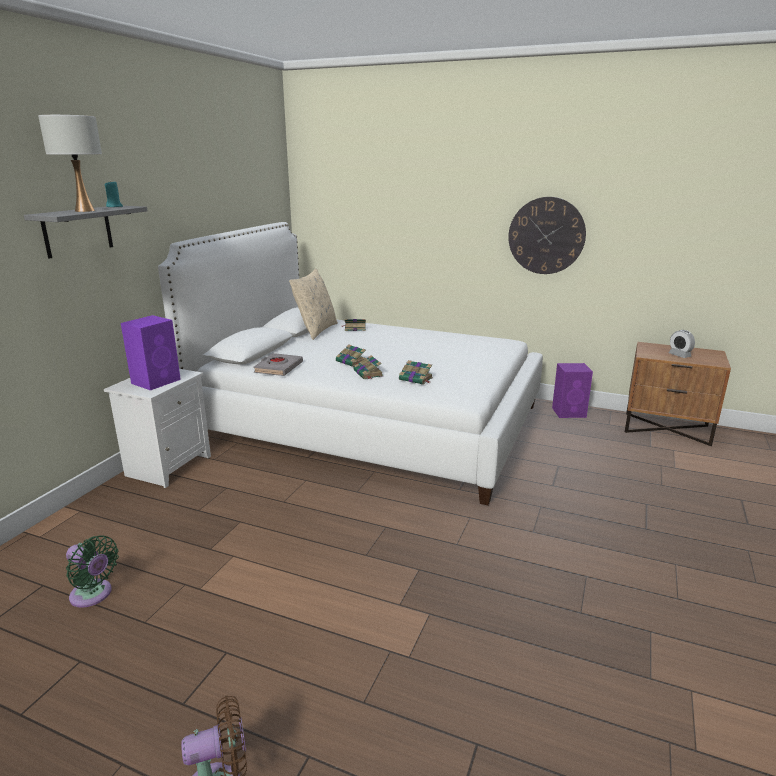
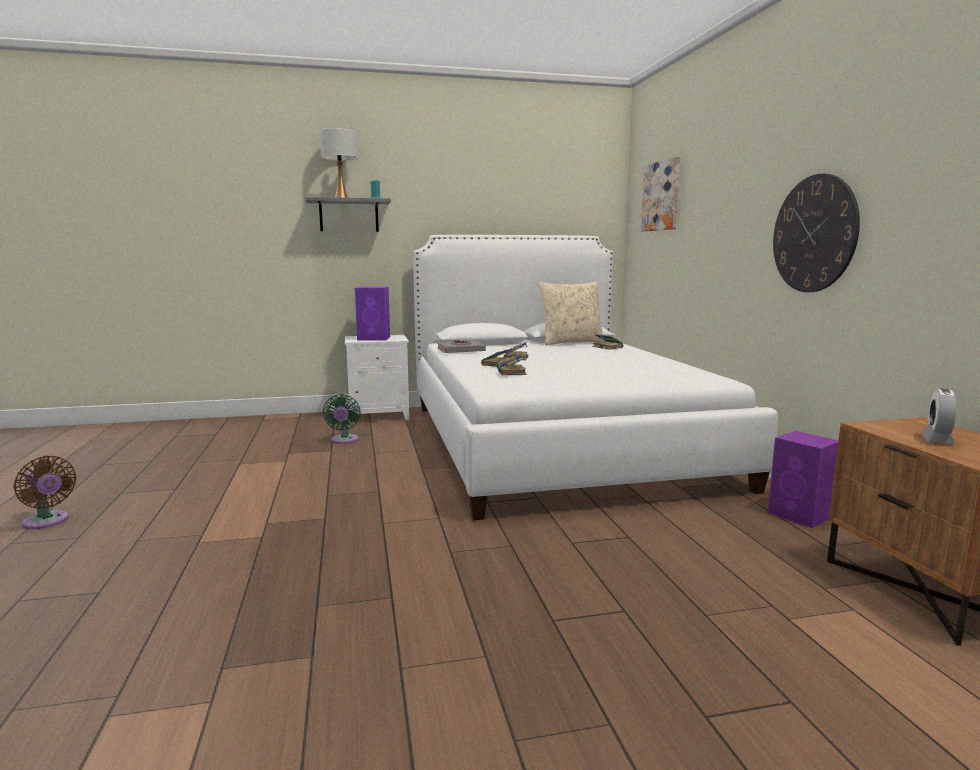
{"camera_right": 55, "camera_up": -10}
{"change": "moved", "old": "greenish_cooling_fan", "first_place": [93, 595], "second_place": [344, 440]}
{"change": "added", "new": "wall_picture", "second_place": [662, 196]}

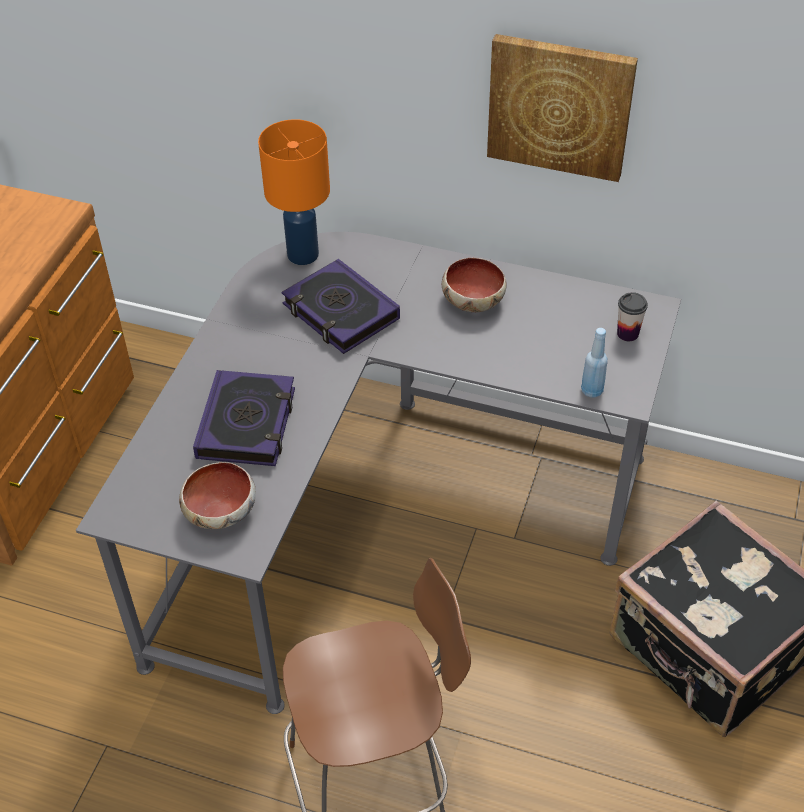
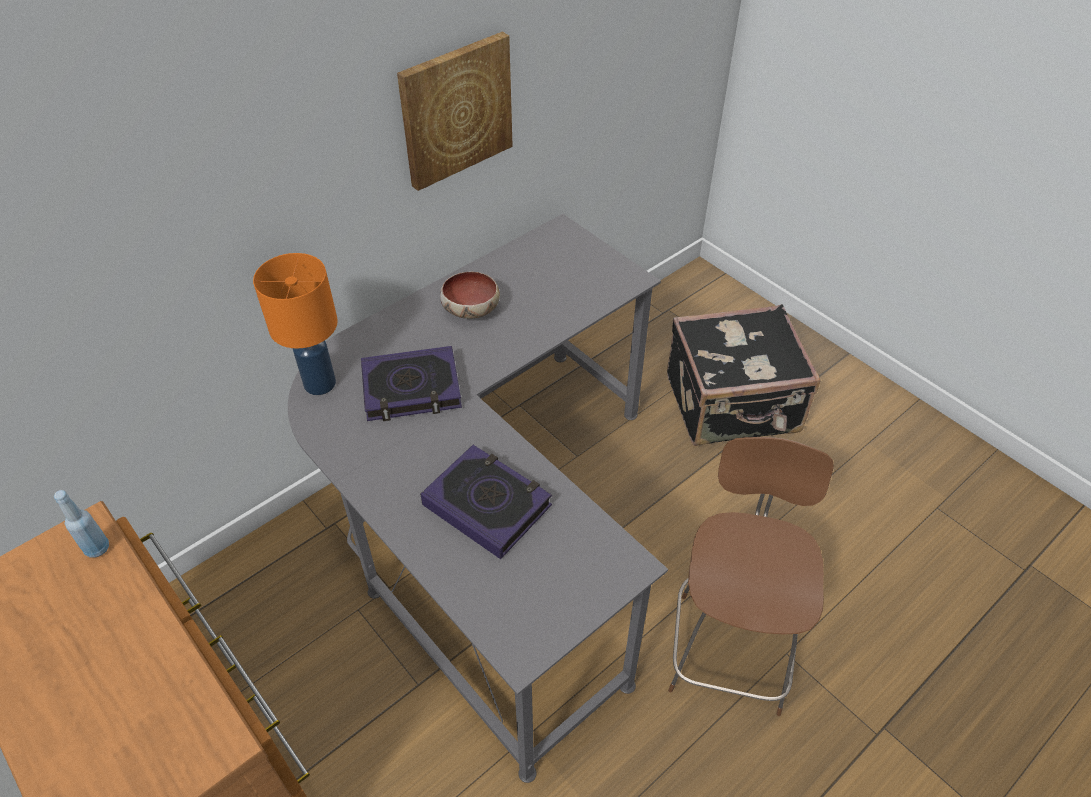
{"camera_right": -60, "camera_up": 0}
{"change": "removed", "old": "bowl", "first_place": [220, 510]}
{"change": "moved", "old": "blue_bottle", "first_place": [591, 390], "second_place": [97, 548]}
{"change": "removed", "old": "drinking_cup", "first_place": [627, 333]}

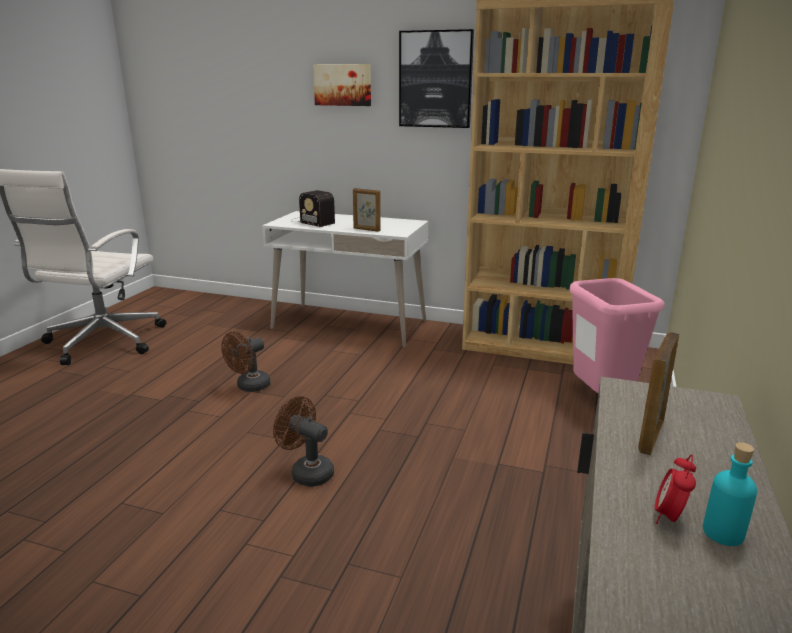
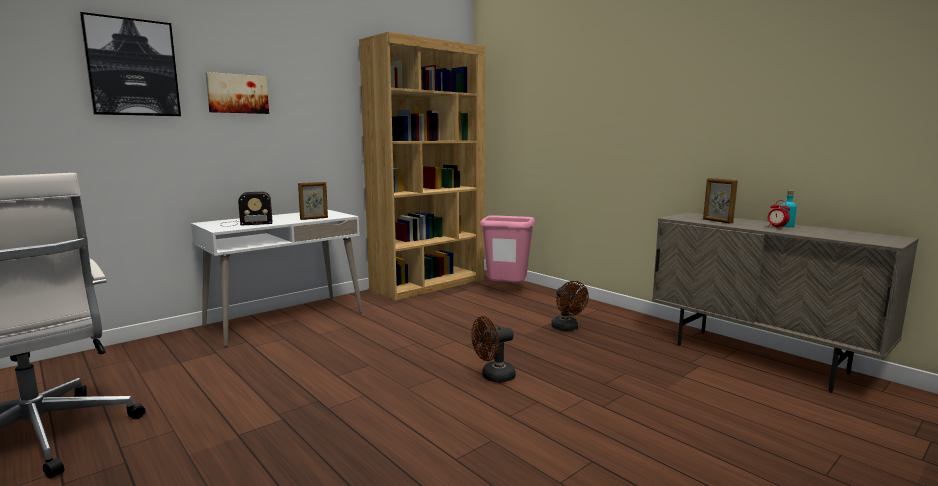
{"camera_right": -60, "camera_up": -10}
{"change": "moved", "old": "brown-coloured_cooling_fan", "first_place": [249, 387], "second_place": [567, 328]}
{"change": "moved", "old": "wall_picture", "first_place": [435, 79], "second_place": [132, 68]}

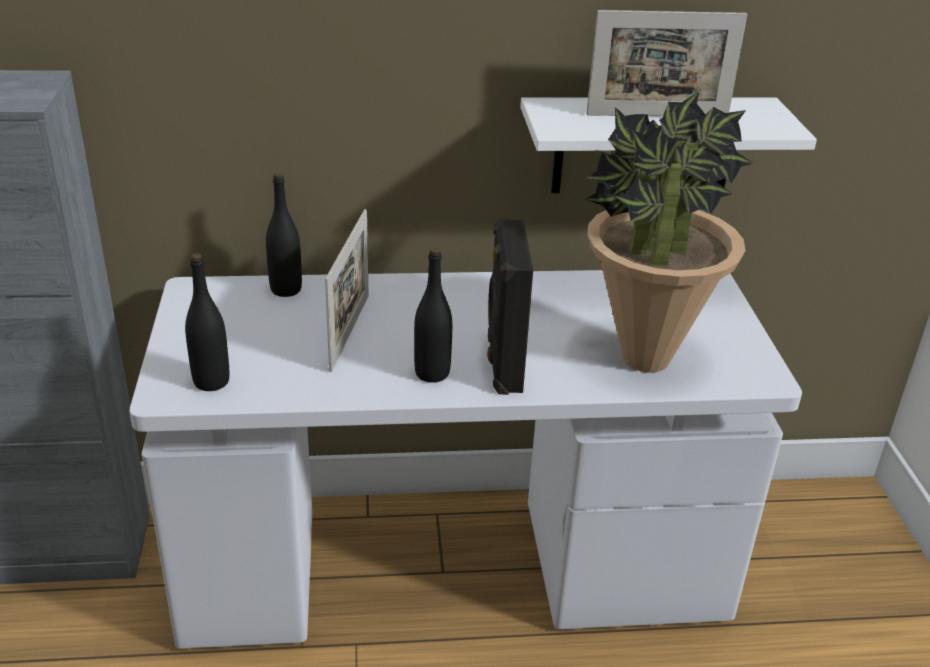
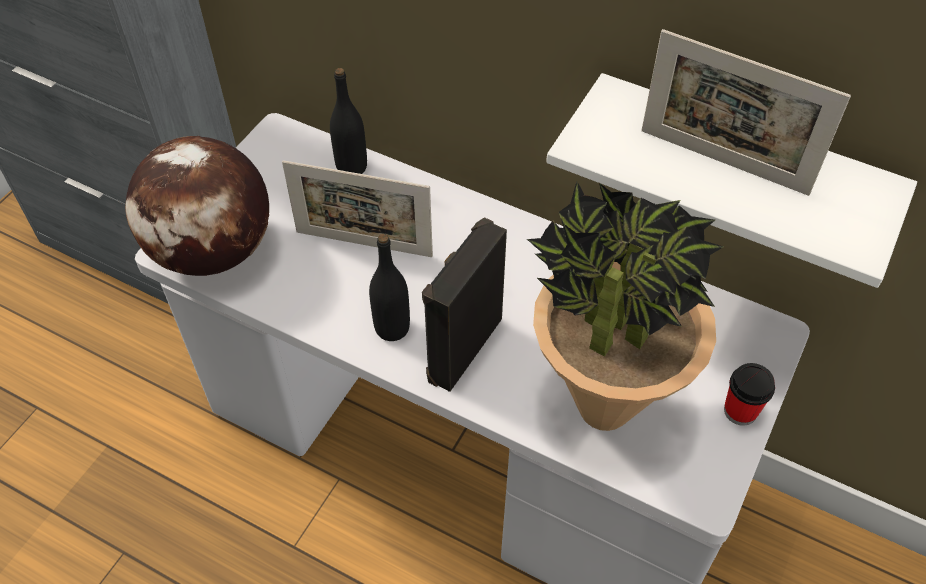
{"camera_right": 35, "camera_up": 20}
{"change": "replaced", "old": "black_bottle", "new": "desk_globe", "first_place": [211, 382], "second_place": [213, 251]}
{"change": "turned", "old": "photo_frame", "first_place": [349, 332], "second_place": [364, 244], "degrees": 60}
{"change": "added", "new": "drinking_cup", "second_place": [740, 411]}

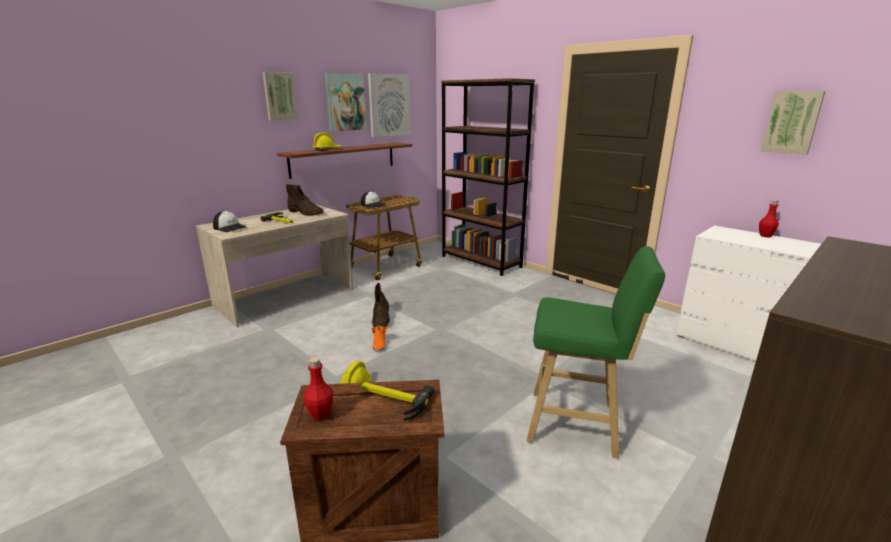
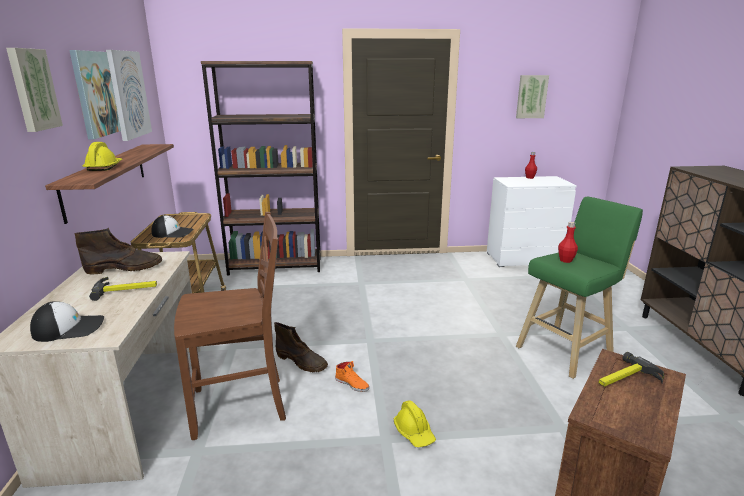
{"camera_right": -50, "camera_up": 0}
{"change": "moved", "old": "red-coloured_bottle", "first_place": [320, 414], "second_place": [565, 260]}
{"change": "added", "new": "brown-coloured_plain_chair", "second_place": [241, 406]}

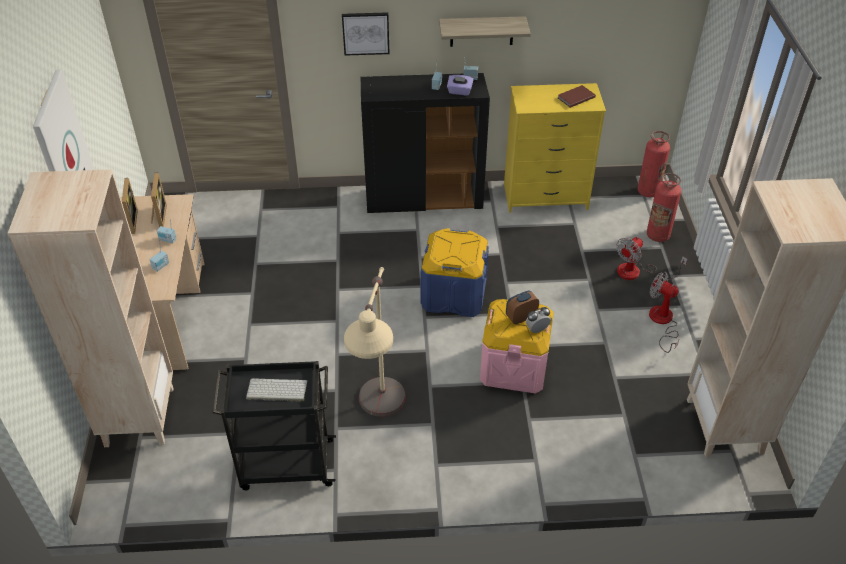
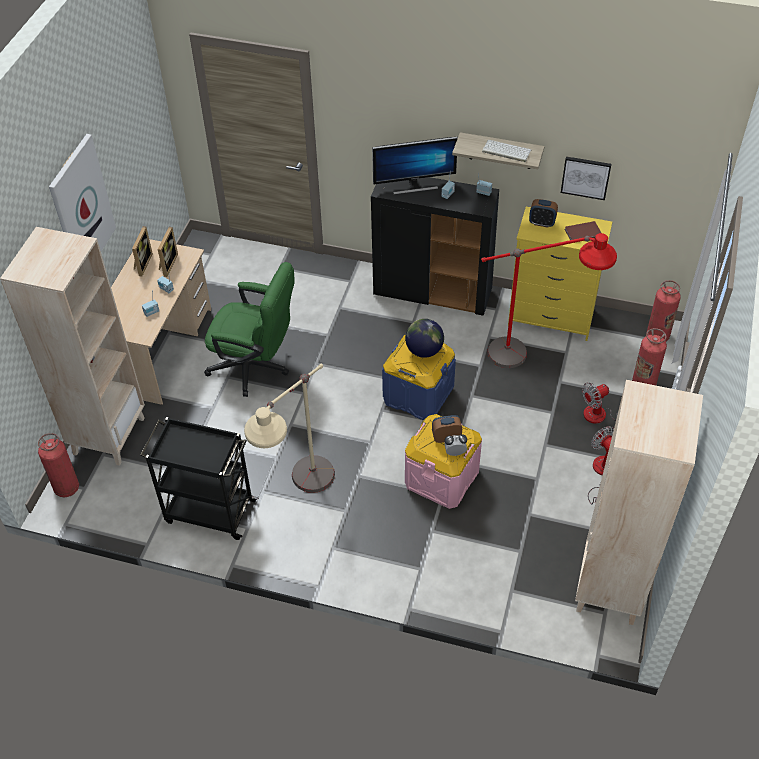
{"camera_right": 20, "camera_up": 5}
{"change": "moved", "old": "keyboard", "first_place": [276, 390], "second_place": [505, 151]}
{"change": "moved", "old": "wall_picture", "first_place": [366, 33], "second_place": [585, 177]}
{"change": "removed", "old": "purple-coloured_box_of_tissues", "first_place": [459, 91]}
{"change": "added", "new": "extinguisher", "second_place": [67, 488]}
{"change": "added", "new": "greenish_computer_chair", "second_place": [256, 367]}
{"change": "added", "new": "monitor", "second_place": [414, 186]}
{"change": "added", "new": "desk_globe", "second_place": [424, 350]}
{"change": "added", "new": "red-coloured_floor_lamp", "second_place": [534, 359]}
{"change": "added", "new": "alarm_clock", "second_place": [542, 223]}

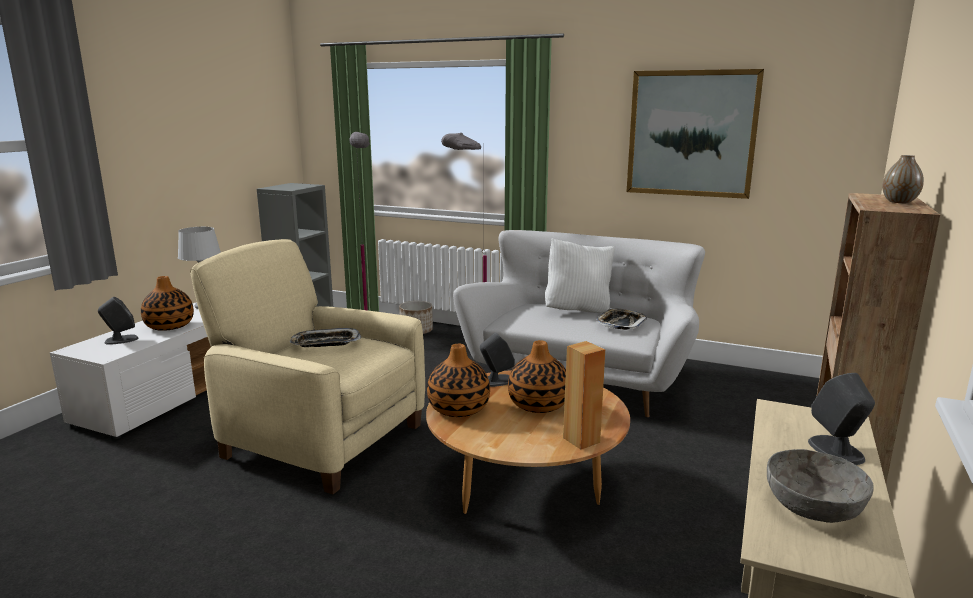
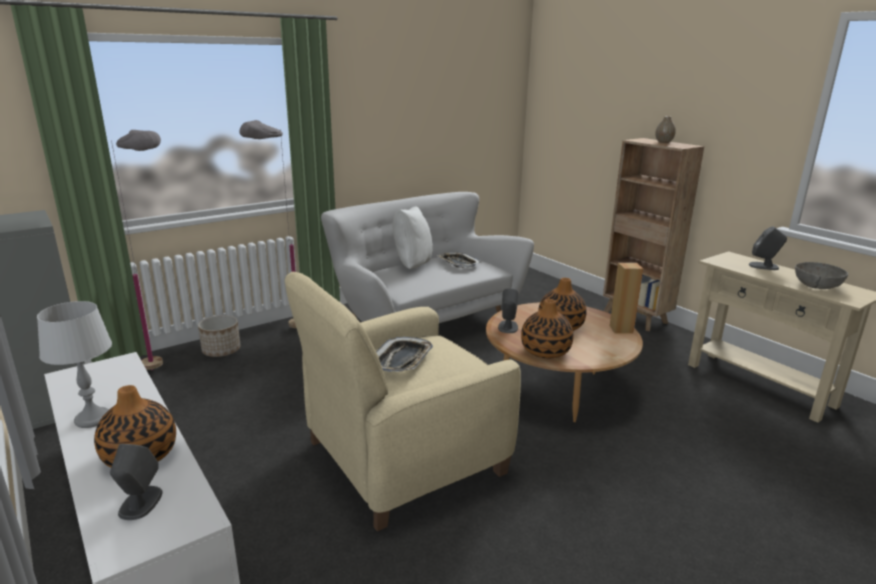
{"camera_right": -60, "camera_up": 5}
{"change": "removed", "old": "wall_picture", "first_place": [691, 134]}

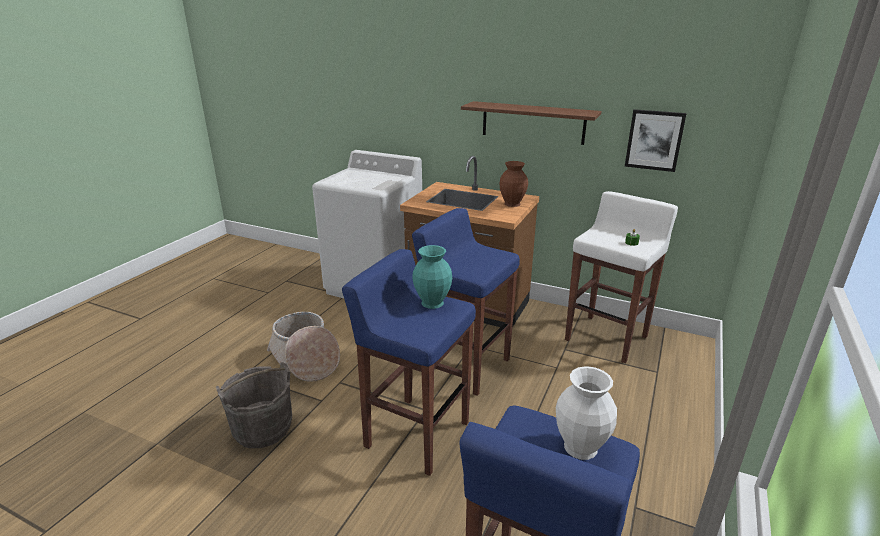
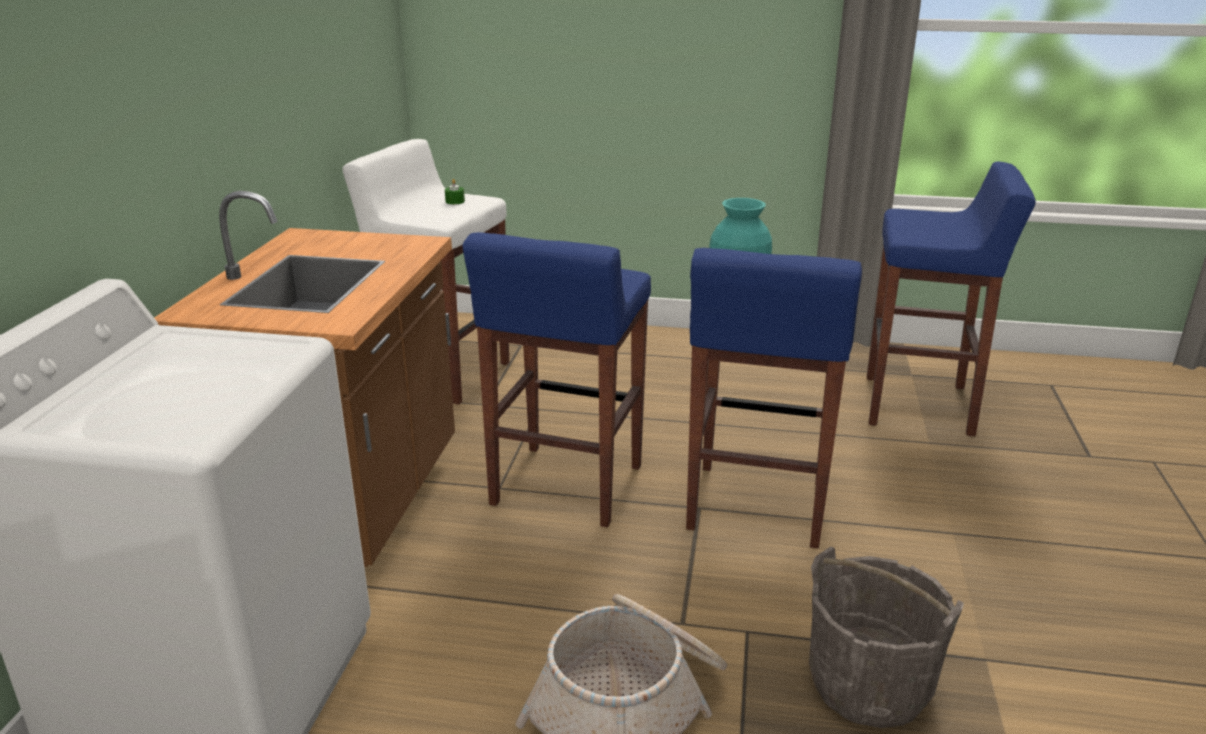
{"camera_right": -105, "camera_up": 0}
{"change": "removed", "old": "brown-coloured_wall_shelf", "first_place": [533, 122]}
{"change": "removed", "old": "brown-coloured_decorative_vase", "first_place": [512, 204]}
{"change": "removed", "old": "white_decorative_vase", "first_place": [579, 447]}
{"change": "removed", "old": "wall_picture", "first_place": [654, 140]}

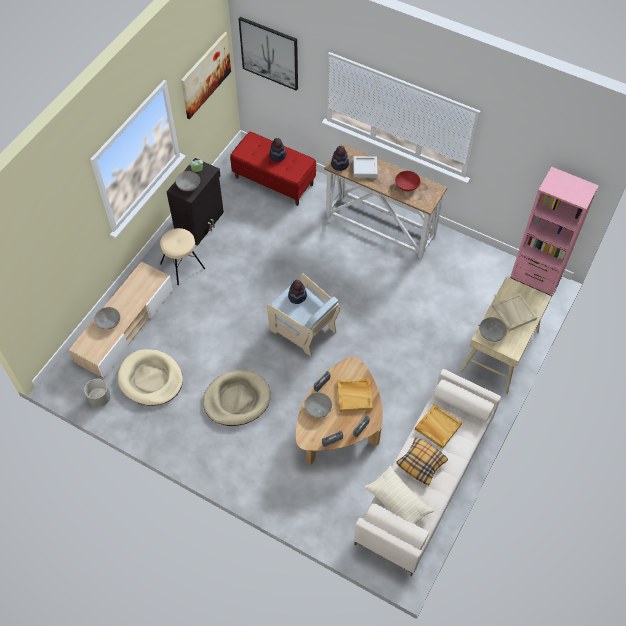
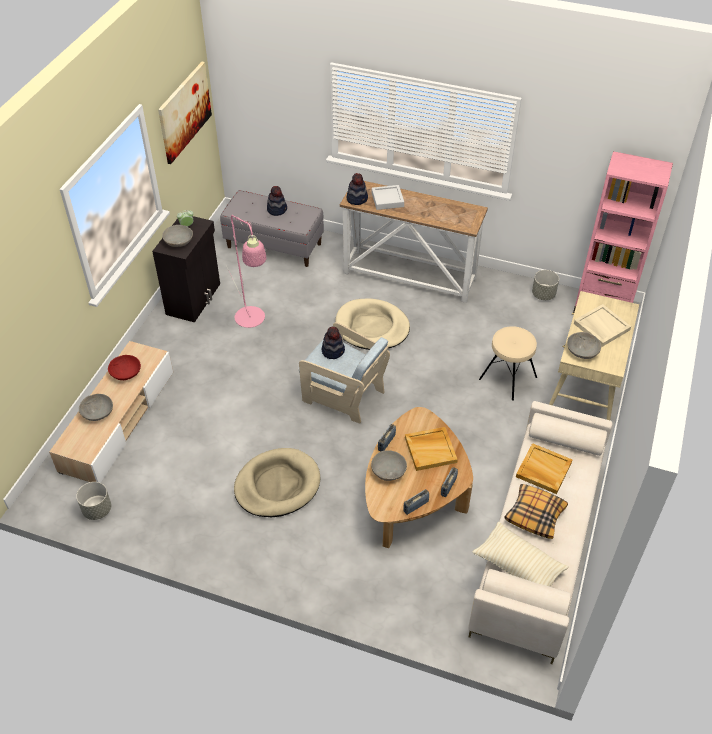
{"camera_right": -10, "camera_up": -10}
{"change": "moved", "old": "beige_dog_cushion", "first_place": [151, 379], "second_place": [372, 327]}
{"change": "moved", "old": "beige_sitting_stool", "first_place": [182, 266], "second_place": [508, 378]}
{"change": "recoloured", "old": "red-coloured_long_seat", "new": "greyish_long_seat", "first_place": [274, 181], "second_place": [274, 245]}
{"change": "removed", "old": "wall_picture", "first_place": [269, 53]}
{"change": "moved", "old": "red-coloured_bowl", "first_place": [406, 185], "second_place": [125, 373]}
{"change": "added", "new": "pinkish_floor_lamp", "second_place": [252, 322]}
{"change": "added", "new": "greyish_flower_pot", "second_place": [543, 295]}

